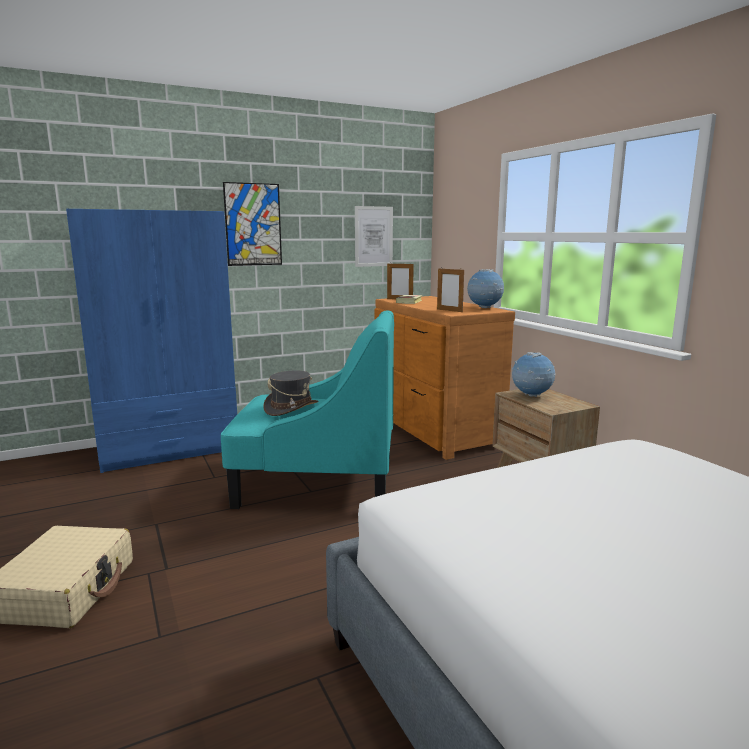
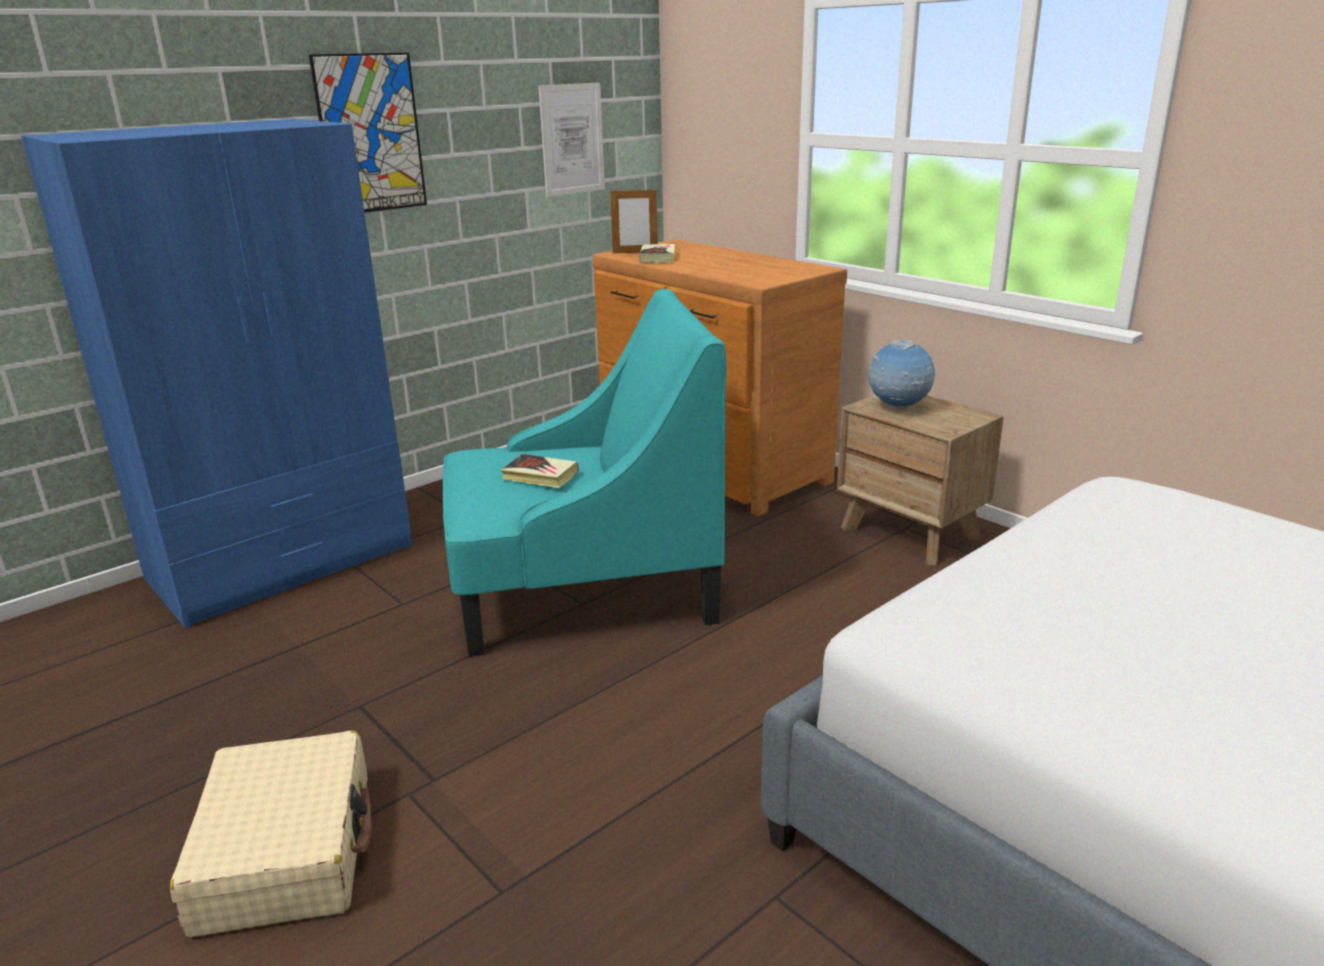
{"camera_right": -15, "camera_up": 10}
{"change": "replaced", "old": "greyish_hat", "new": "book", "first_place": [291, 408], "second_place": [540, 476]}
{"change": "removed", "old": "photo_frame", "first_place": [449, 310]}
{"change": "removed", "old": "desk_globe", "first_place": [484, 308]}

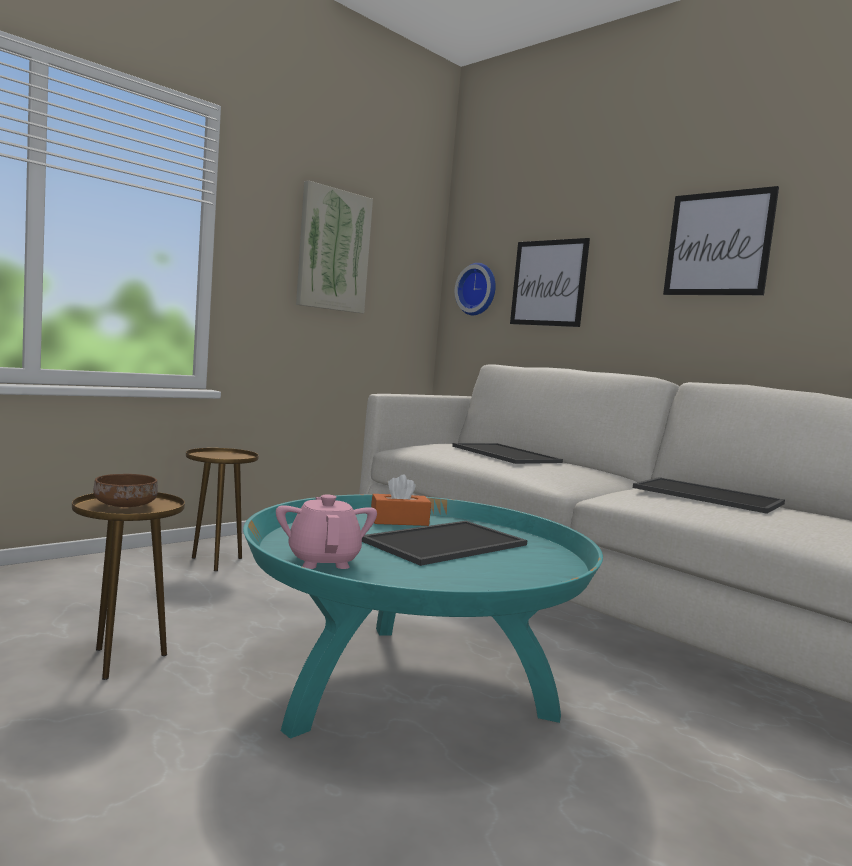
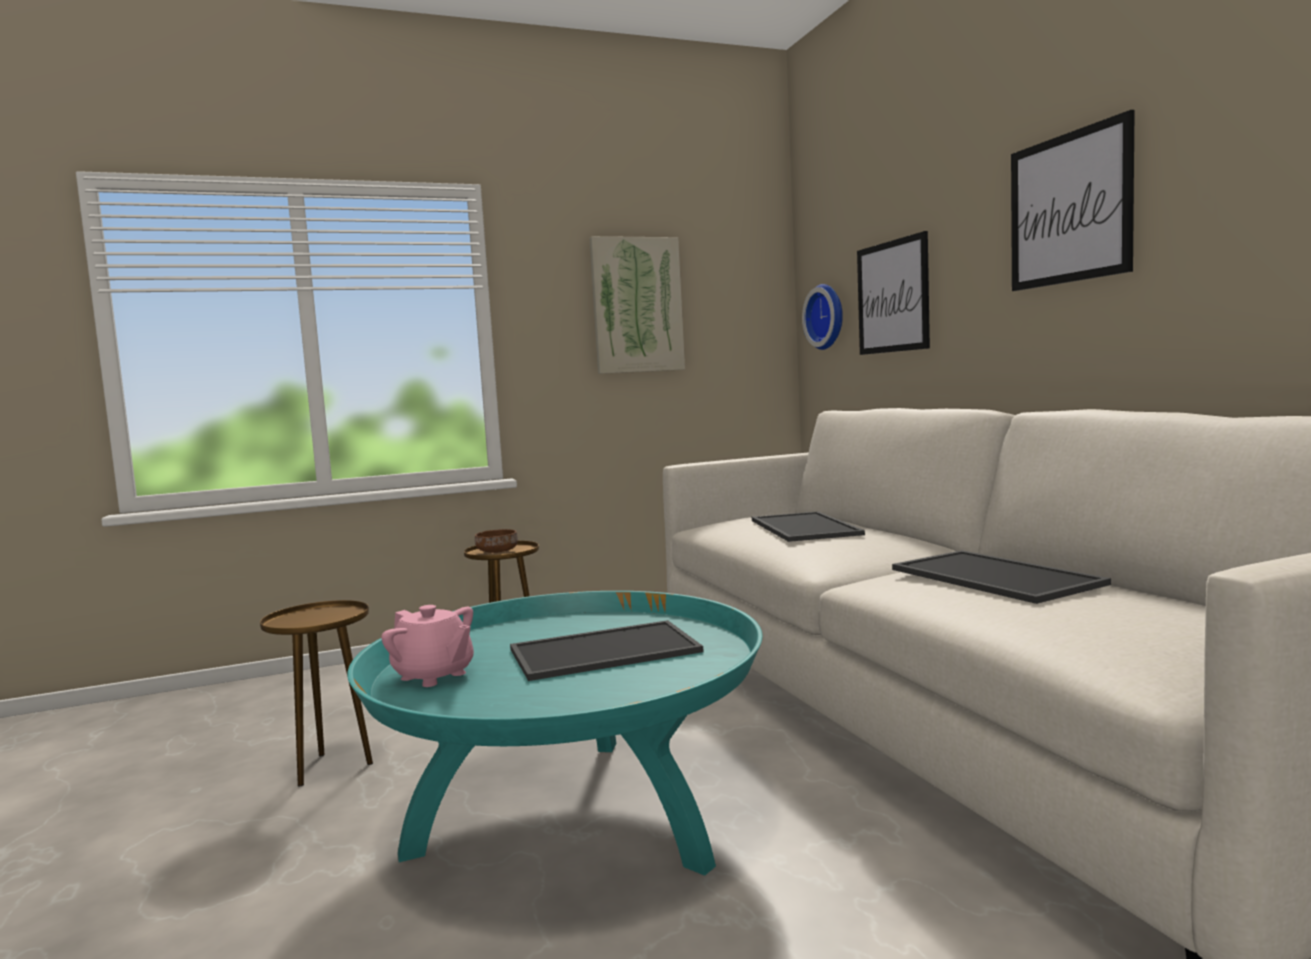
{"camera_right": 25, "camera_up": 0}
{"change": "moved", "old": "brown-coloured_bowl", "first_place": [126, 506], "second_place": [497, 552]}
{"change": "turned", "old": "pinkish_teapot", "first_place": [324, 561], "second_place": [433, 676], "degrees": 120}
{"change": "removed", "old": "orange_box_of_tissues", "first_place": [399, 521]}

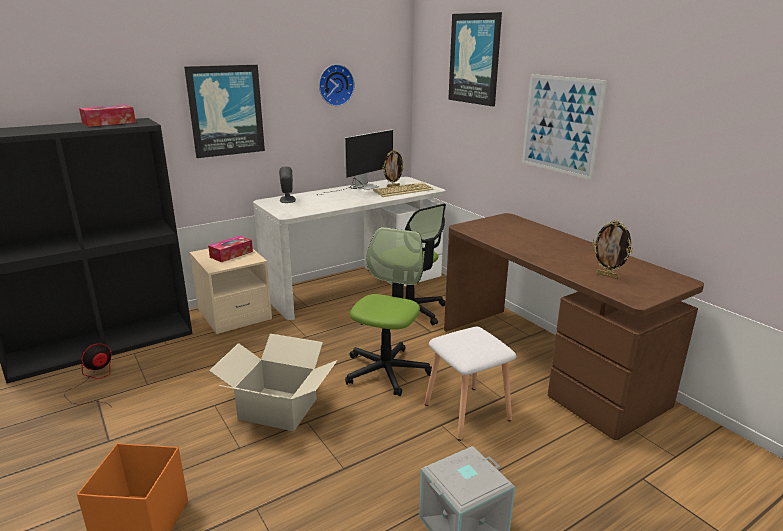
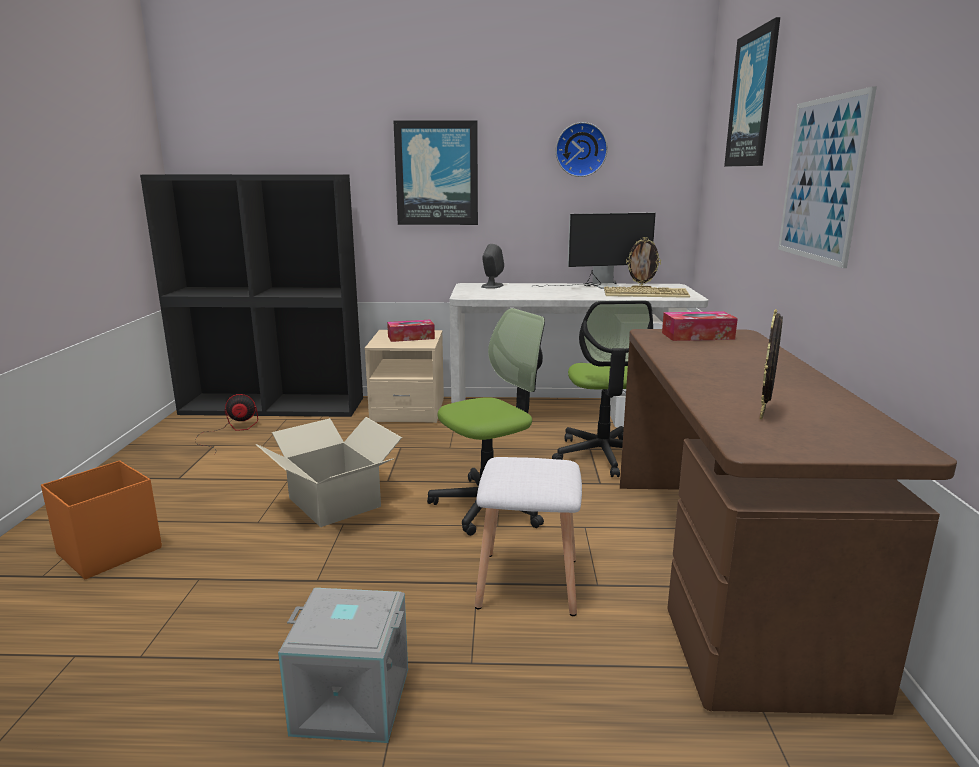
{"camera_right": 35, "camera_up": -5}
{"change": "moved", "old": "box_of_tissues", "first_place": [109, 123], "second_place": [697, 336]}
{"change": "turned", "old": "photo_frame", "first_place": [607, 275], "second_place": [764, 413], "degrees": 45}

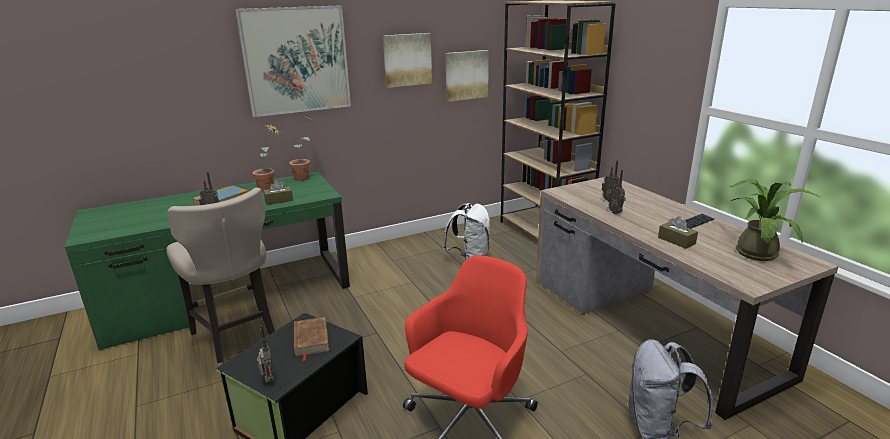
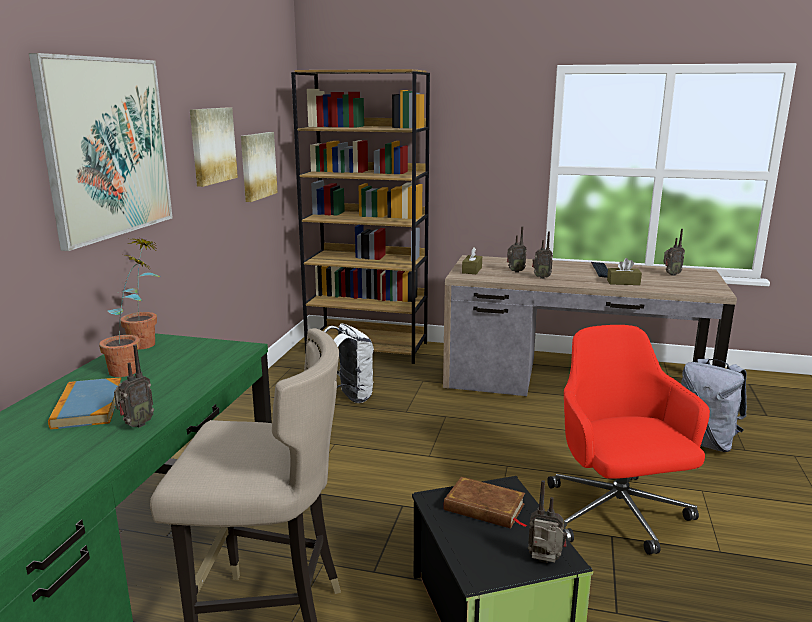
{"camera_right": -50, "camera_up": -5}
{"change": "moved", "old": "brown-coloured_box_of_tissues", "first_place": [279, 200], "second_place": [472, 270]}
{"change": "replaced", "old": "potted_plant", "new": "radio_receiver", "first_place": [756, 251], "second_place": [671, 274]}

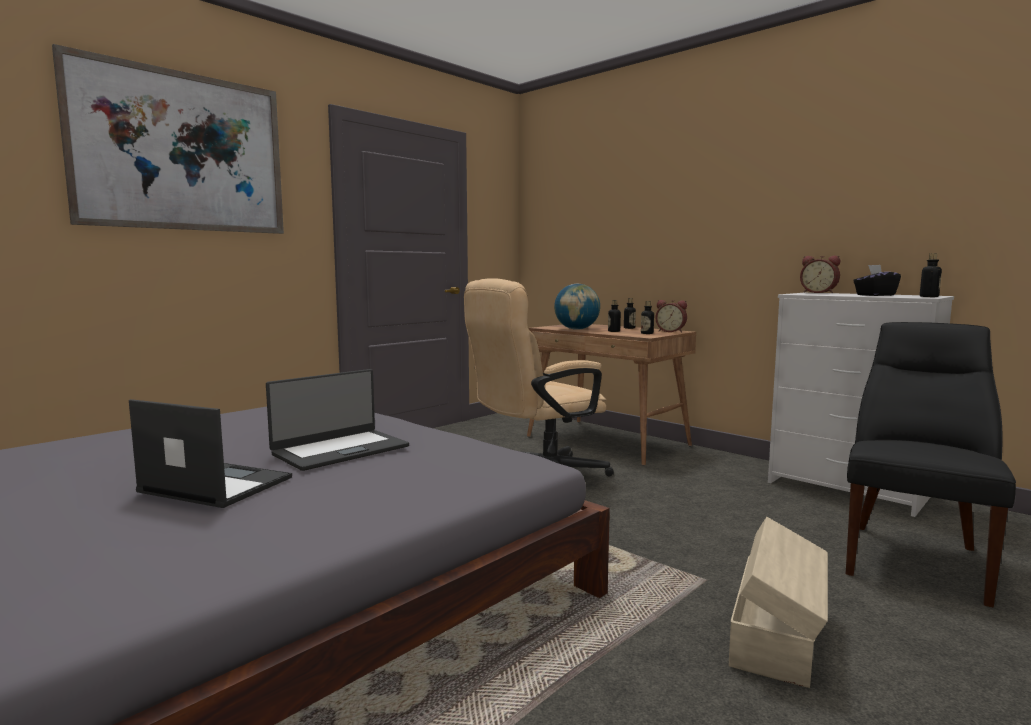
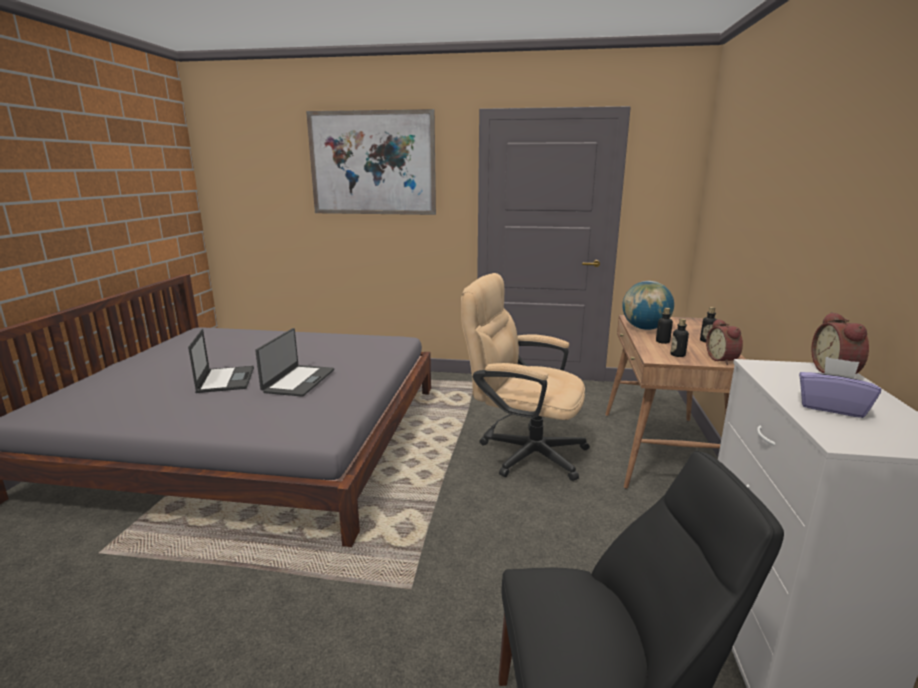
{"camera_right": 55, "camera_up": 10}
{"change": "turned", "old": "portable_computer", "first_place": [340, 450], "second_place": [298, 381], "degrees": -90}
{"change": "removed", "old": "beige_storage_bin", "first_place": [777, 634]}
{"change": "recoloured", "old": "black_box_of_tissues", "new": "purple-coloured_box_of_tissues", "first_place": [875, 295], "second_place": [831, 407]}
{"change": "removed", "old": "bottle", "first_place": [929, 296]}

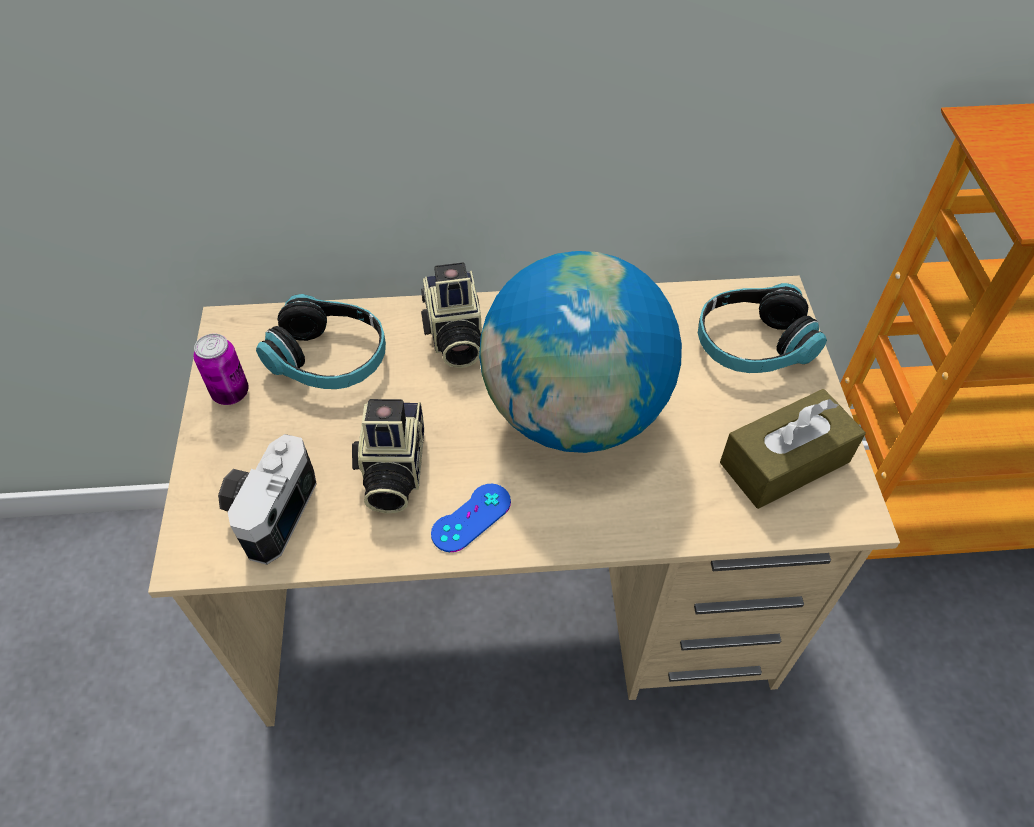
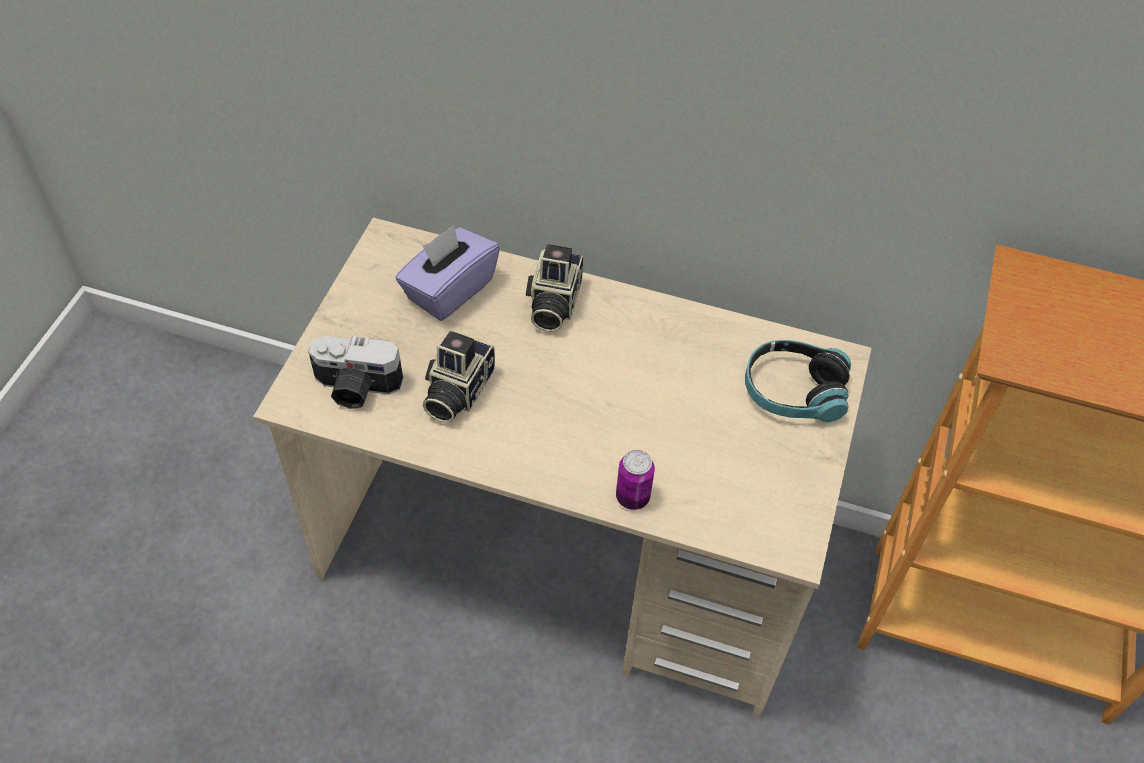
{"camera_right": 20, "camera_up": 0}
{"change": "moved", "old": "can", "first_place": [230, 393], "second_place": [632, 497]}
{"change": "turned", "old": "still_camera", "first_place": [268, 510], "second_place": [356, 388], "degrees": -120}
{"change": "replaced", "old": "pair_of_headphones", "new": "purple-coloured_box_of_tissues", "first_place": [329, 358], "second_place": [449, 290]}
{"change": "removed", "old": "blue_game_controller", "first_place": [471, 517]}
{"change": "removed", "old": "desk_globe", "first_place": [575, 412]}
{"change": "removed", "old": "brown-coloured_box_of_tissues", "first_place": [784, 462]}

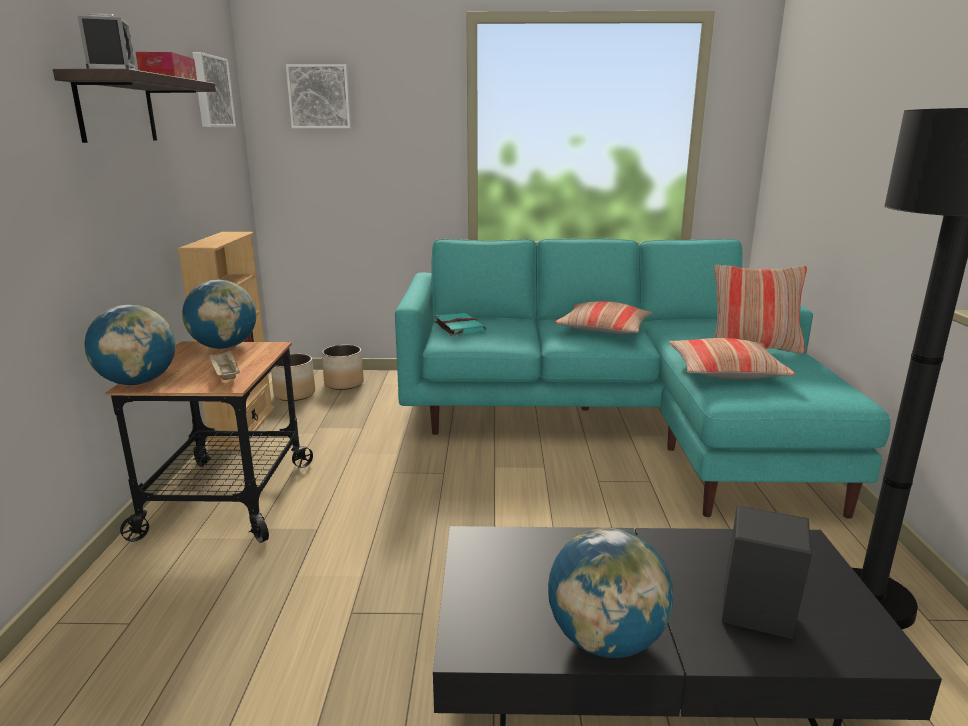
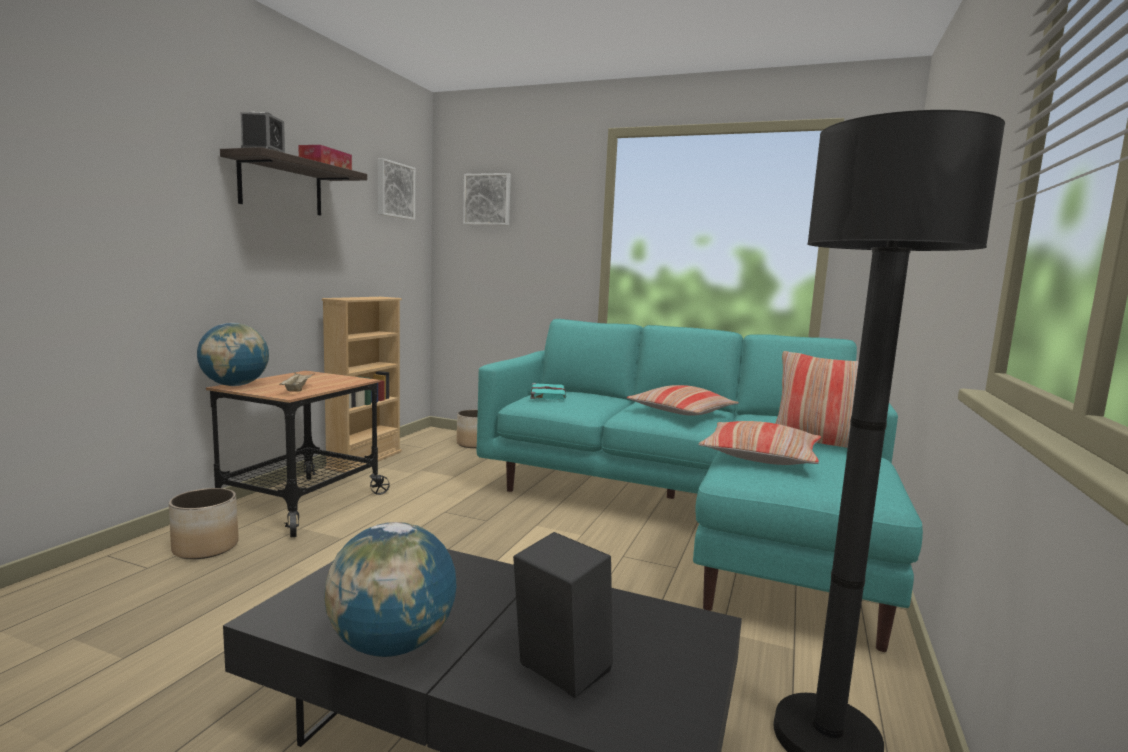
{"camera_right": 20, "camera_up": -10}
{"change": "removed", "old": "desk_globe", "first_place": [224, 347]}
{"change": "moved", "old": "flower_pot", "first_place": [295, 394], "second_place": [206, 547]}

